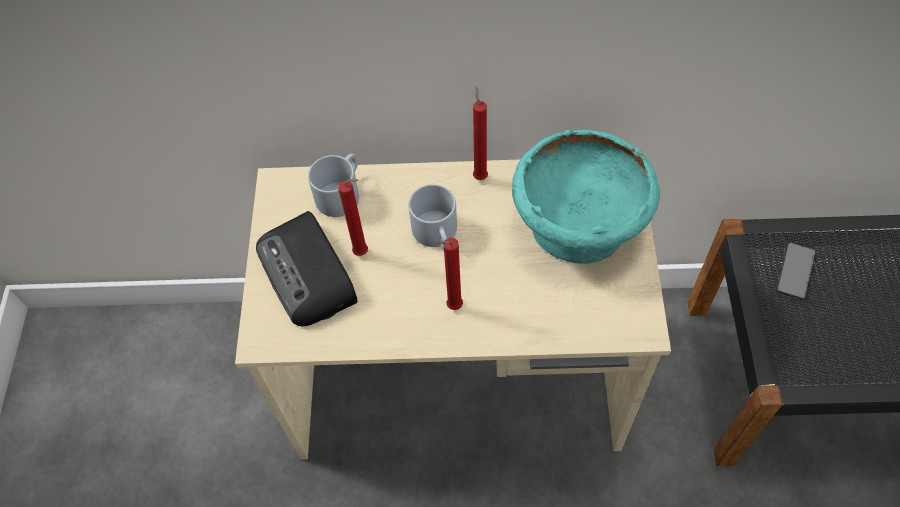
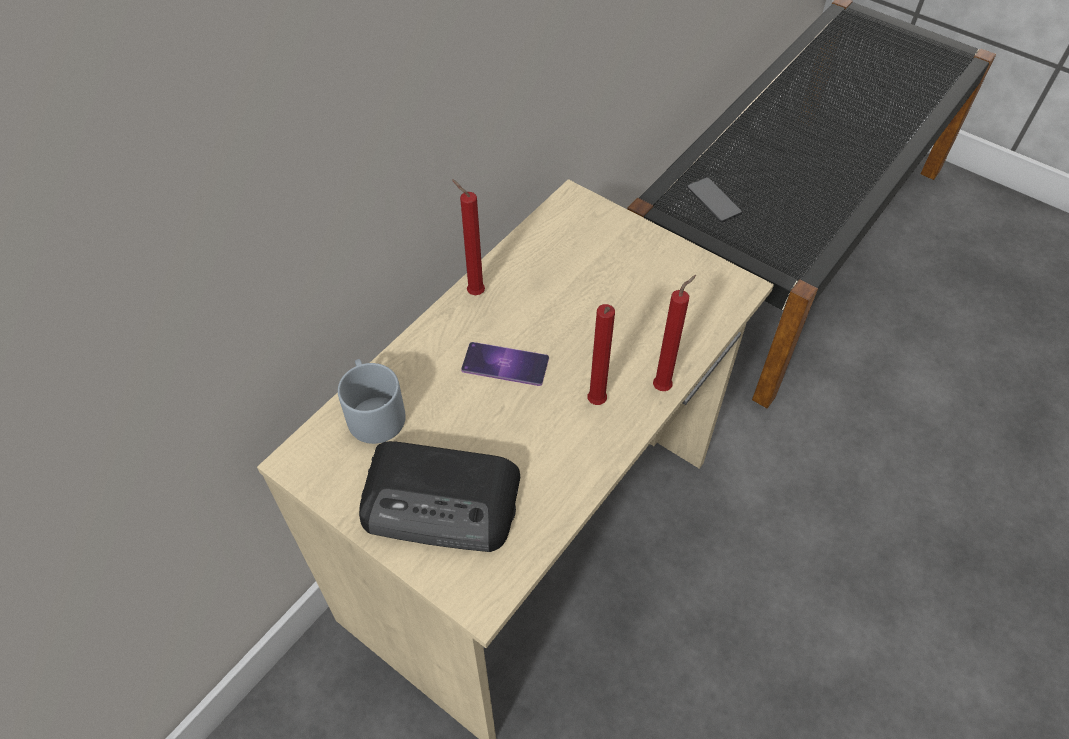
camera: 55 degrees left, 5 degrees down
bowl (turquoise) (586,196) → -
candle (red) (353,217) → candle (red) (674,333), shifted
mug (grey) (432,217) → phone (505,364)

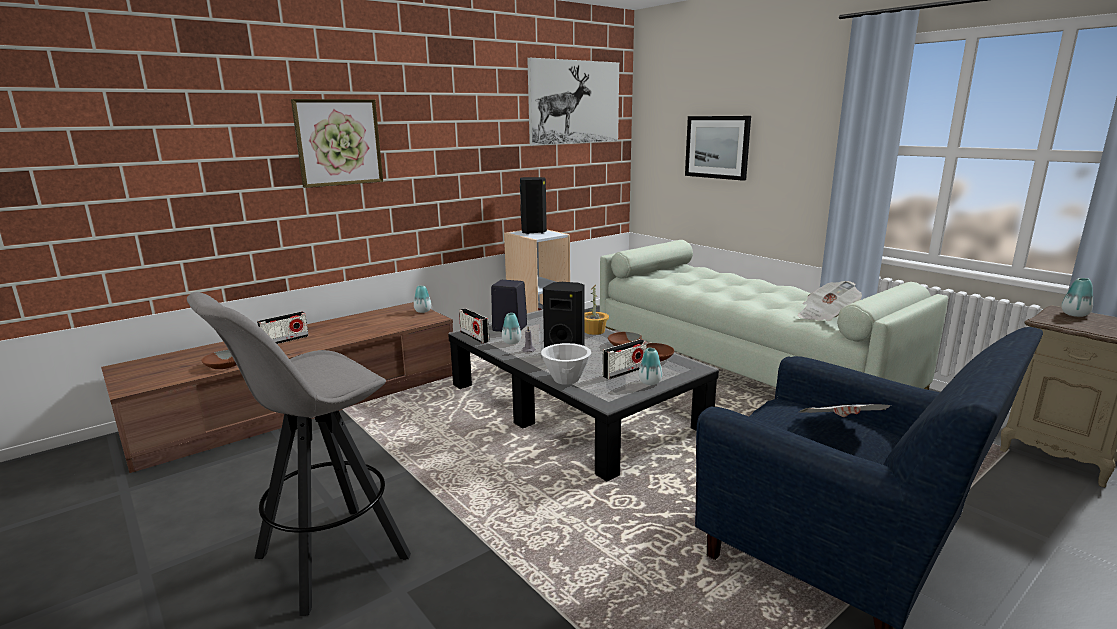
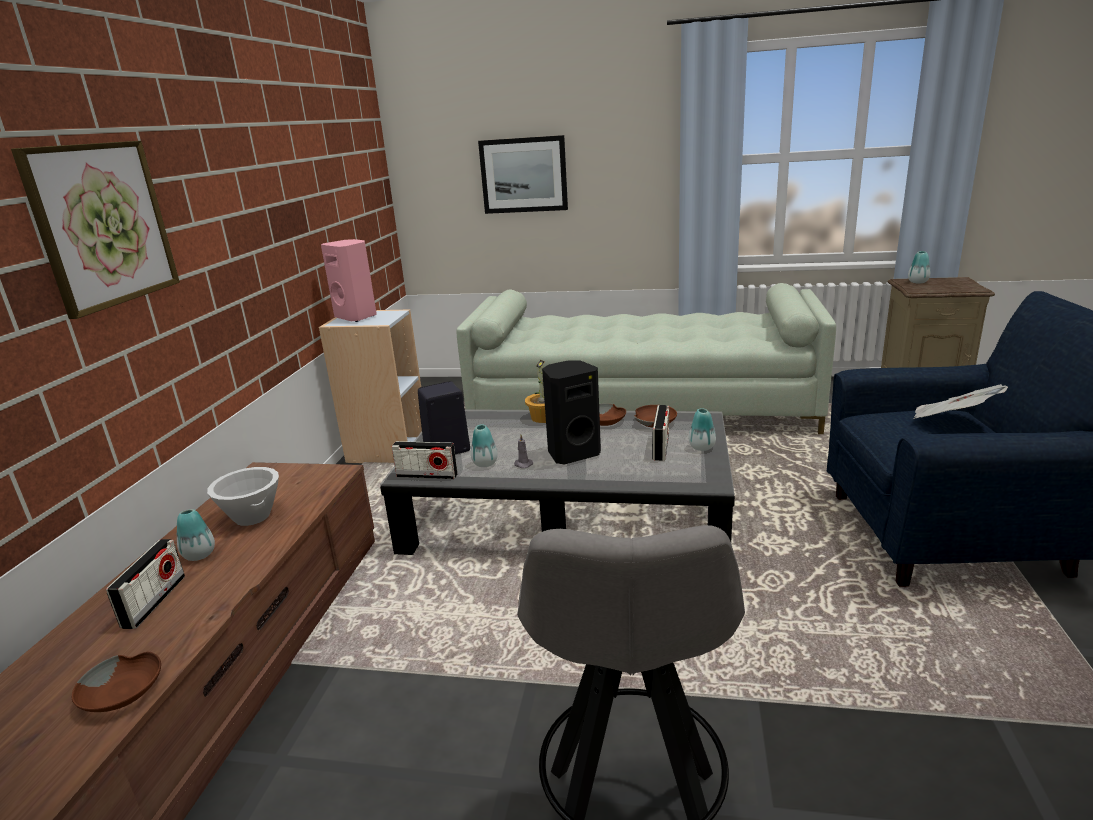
camera: 40 degrees left, 5 degrees up
picture (573,101) → -
newspaper (830,301) → -
vase (422,299) → vase (196,535), shifted
bowl (white) (566,364) → bowl (white) (243,496), shifted
speaker (black) (533,205) → speaker (pink) (348,280)

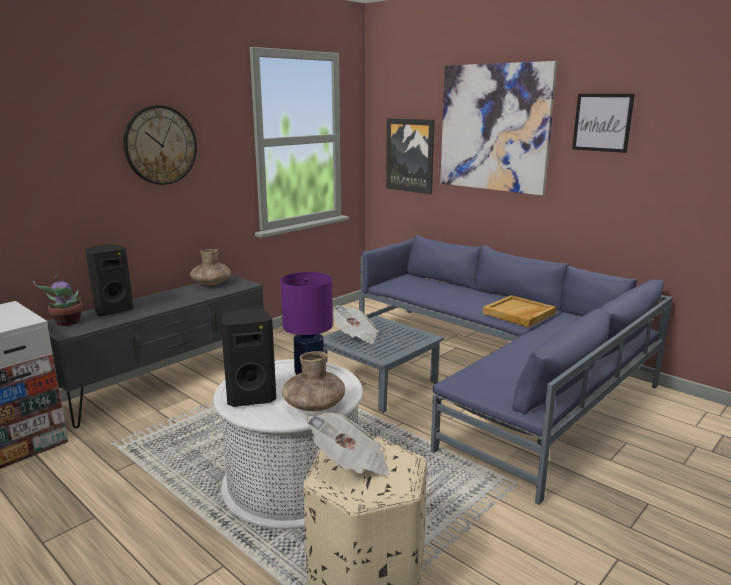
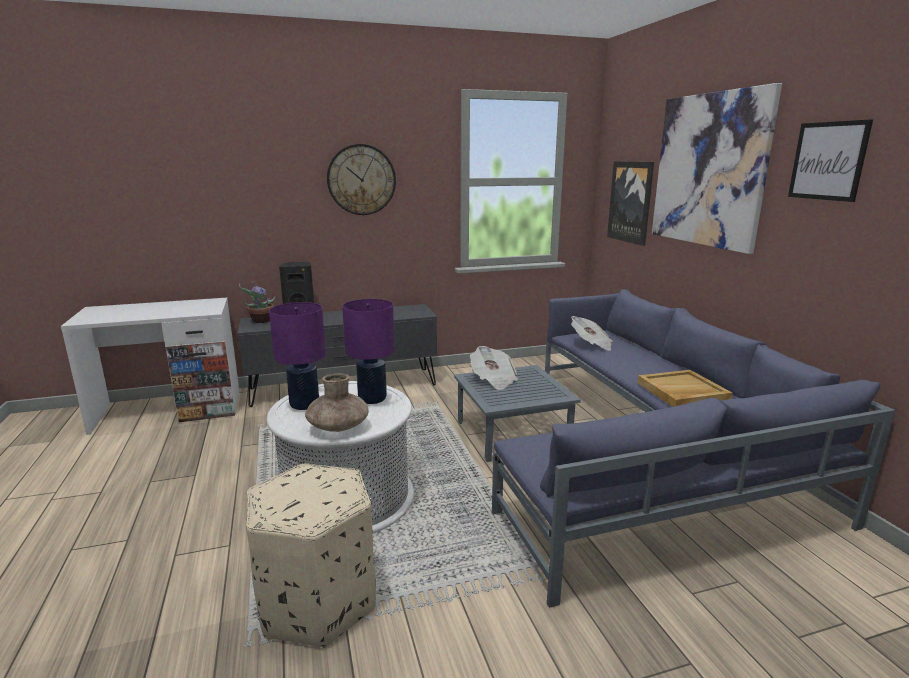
camera: 30 degrees right, 0 degrees up
vase (brown) (210,267) → -
newspaper (348,444) → newspaper (592,333), shifted
speaker (black) (248,357) → table lamp (purple) (297,356)

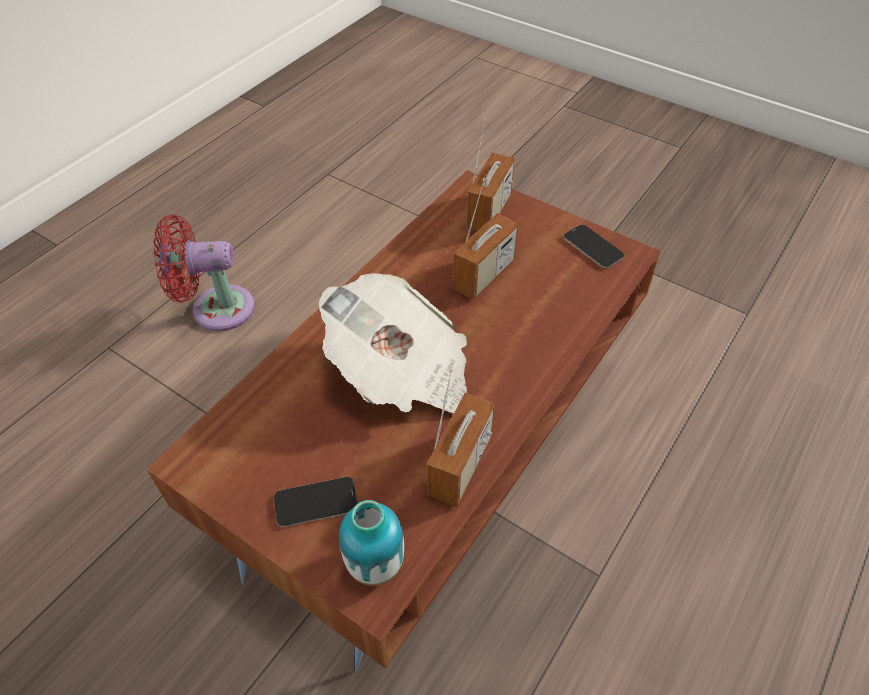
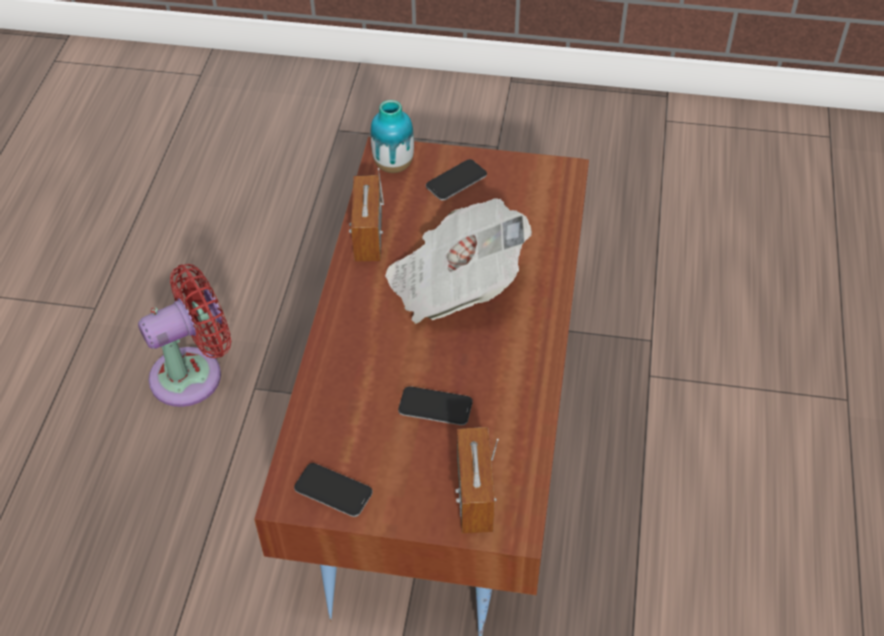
camera: 155 degrees right, 0 degrees up
fan (red) (204,272) → fan (red) (184,335), shifted
radio (486,238) → phone (435,405)

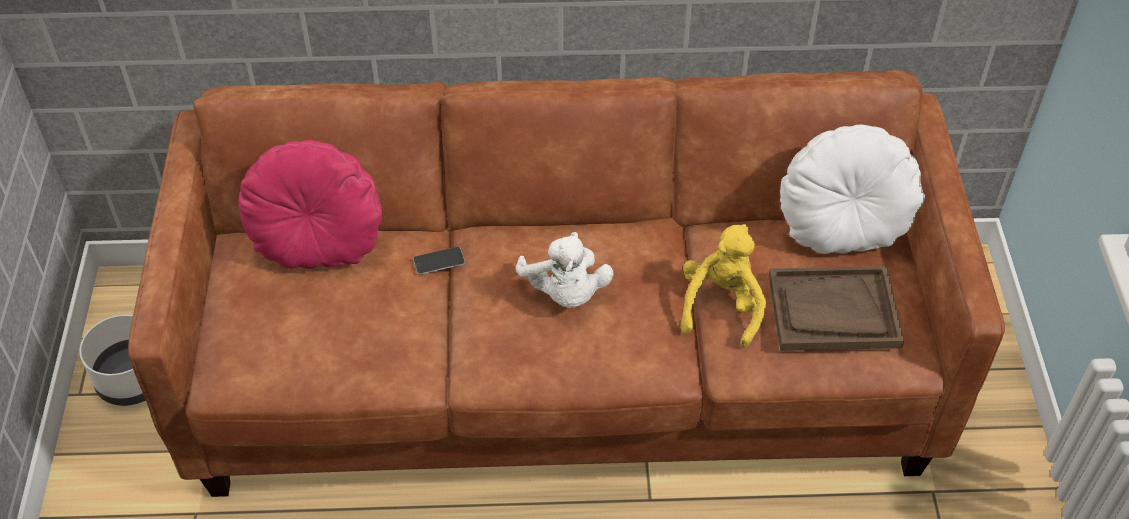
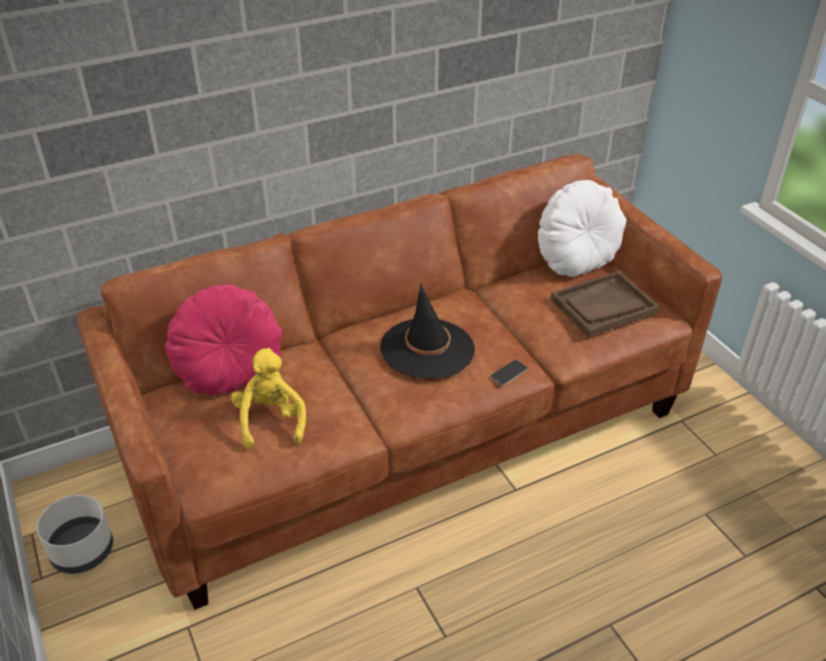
camera: 25 degrees left, 10 degrees down
phone (439,261) → phone (509,372), shifted
plush toy (yellow) (723,286) → plush toy (yellow) (268,398), shifted
plush toy (white) (565,270) → hat (black) (427,331)

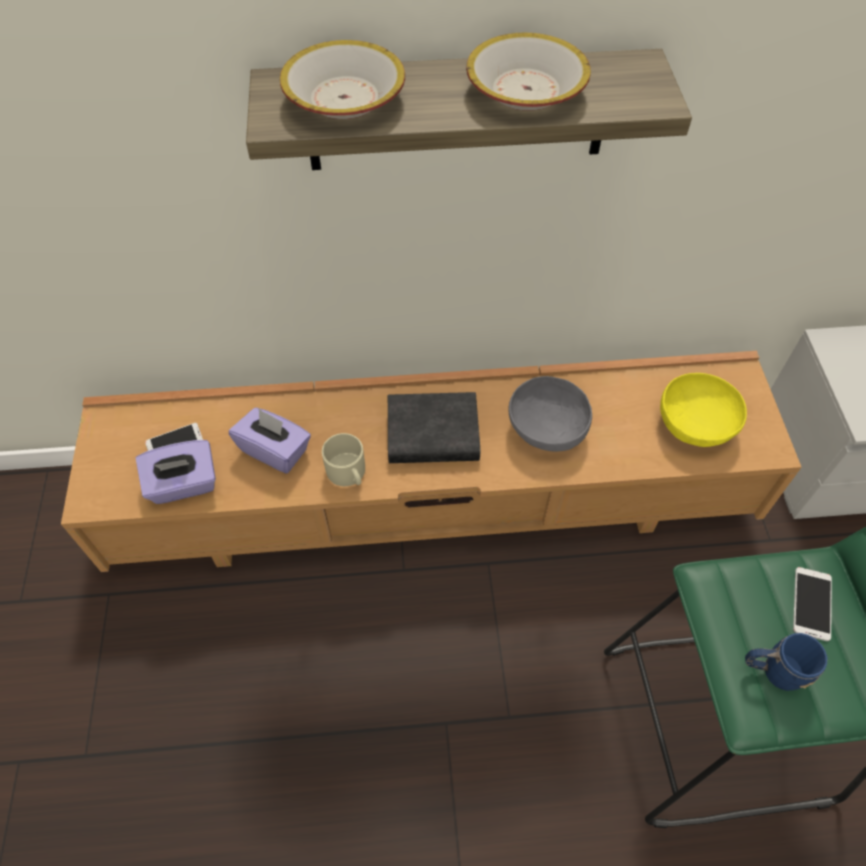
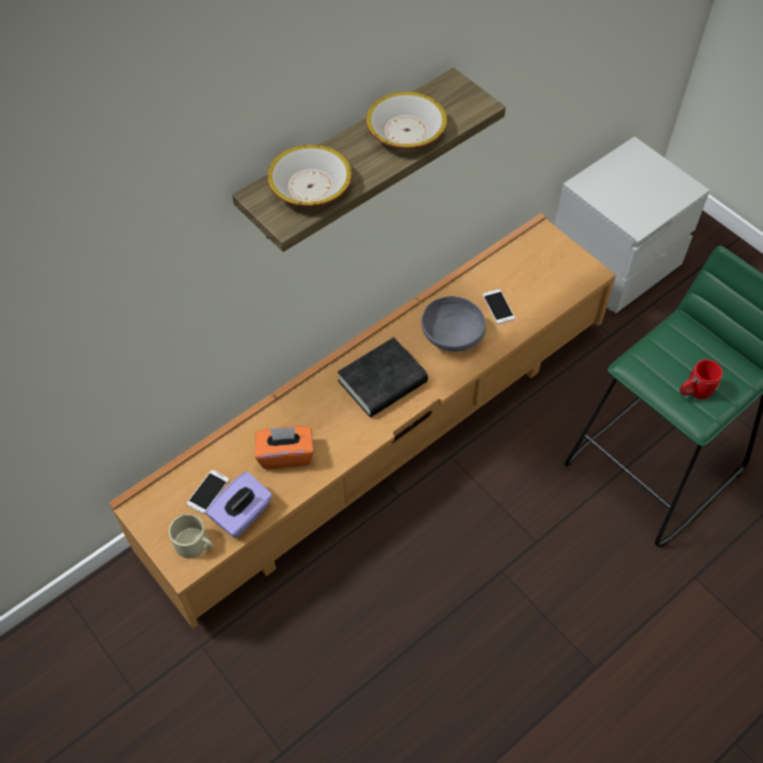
camera: 35 degrees left, 0 degrees up
bowl (yellow) (703,410) → -
mug (beige) (343,459) → mug (beige) (191,536), shifted
phone (812,604) → phone (499,306), shifted
tissue box (purple) (270,441) → tissue box (orange) (284,447)
mug (blue) (786,662) → mug (red) (701,379)

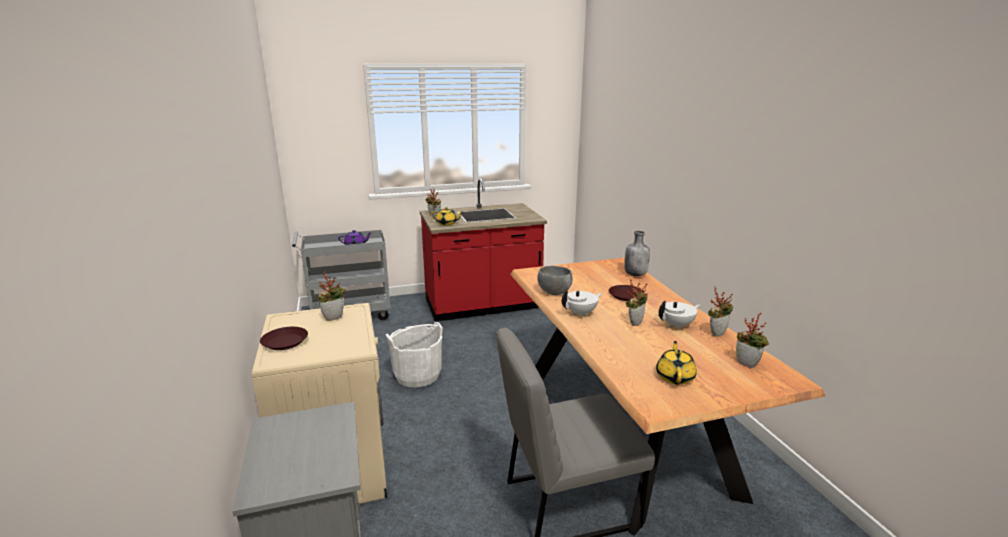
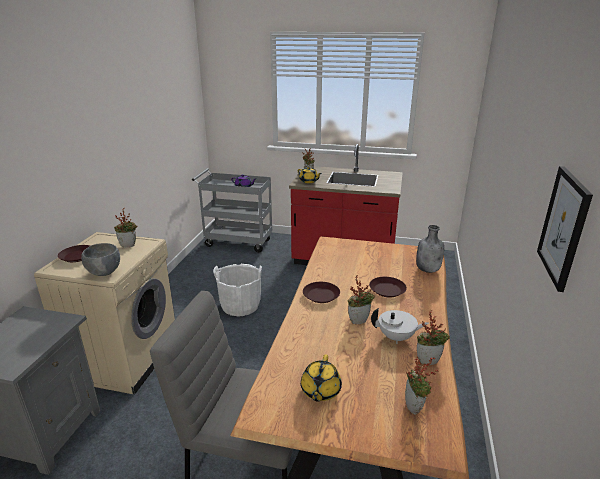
camera: 30 degrees right, 5 degrees up
- → picture (565,229)
bowl (grey) (555,280) → bowl (grey) (100,259), shifted
teapot (white) (582,303) → plate (brown) (321,292)
teapot (yellow) (676,363) → teapot (yellow) (321,378), 150 degrees clockwise

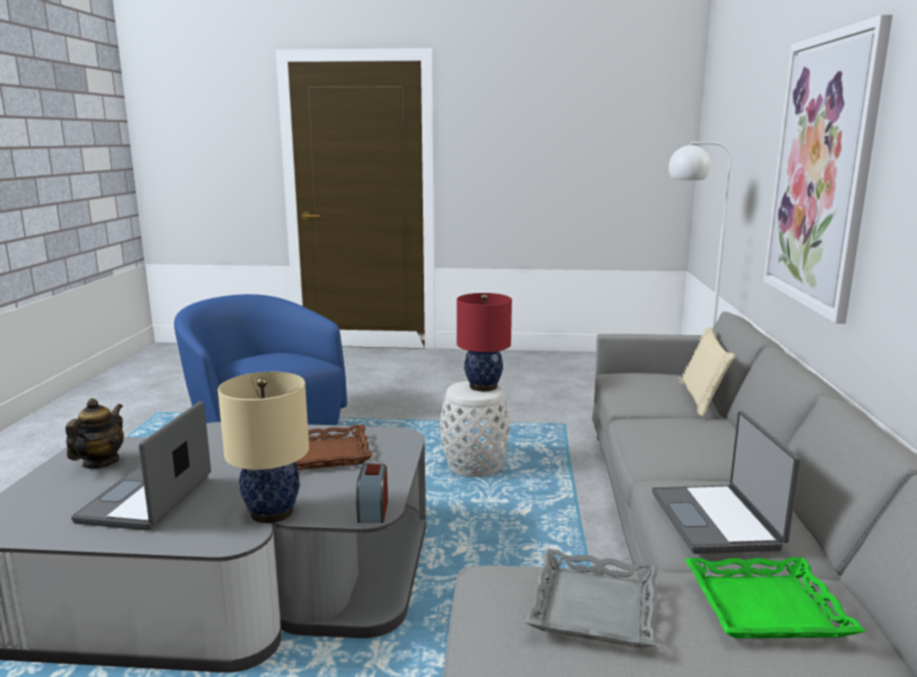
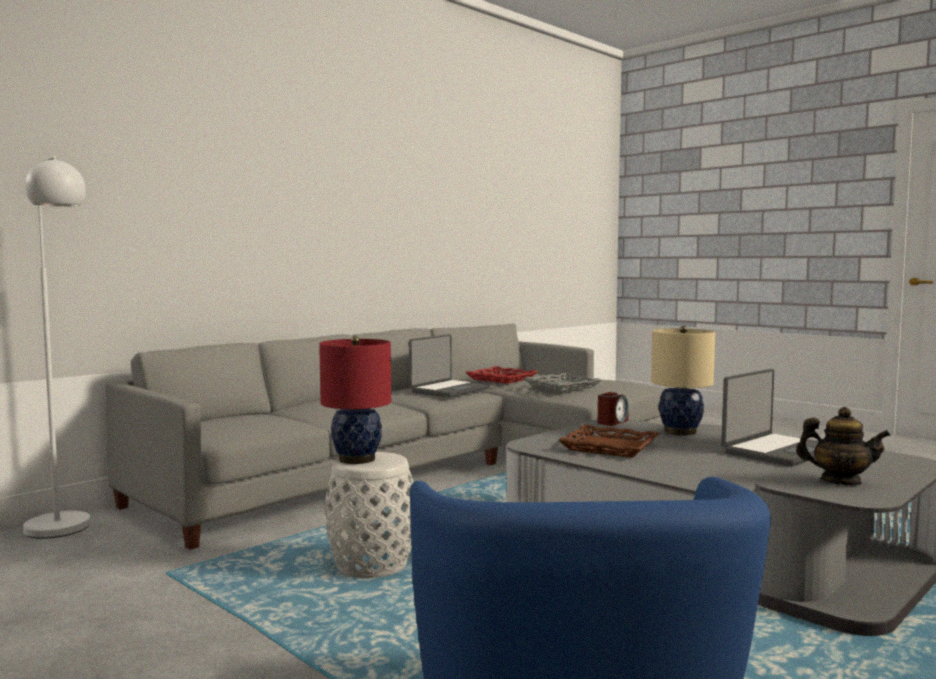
camera: 140 degrees left, 10 degrees down
pillow (beige) (707,372) → -
picture (828,169) → -
tray (green) (775,598) → tray (red) (501,375)
teapot (94,433) → teapot (843,446), 120 degrees counterclockwise

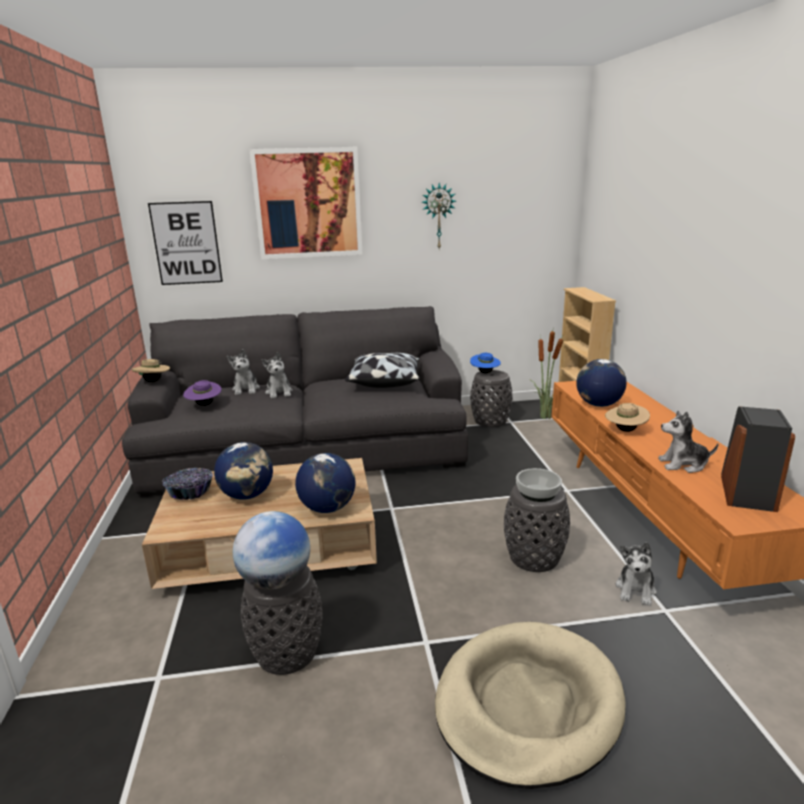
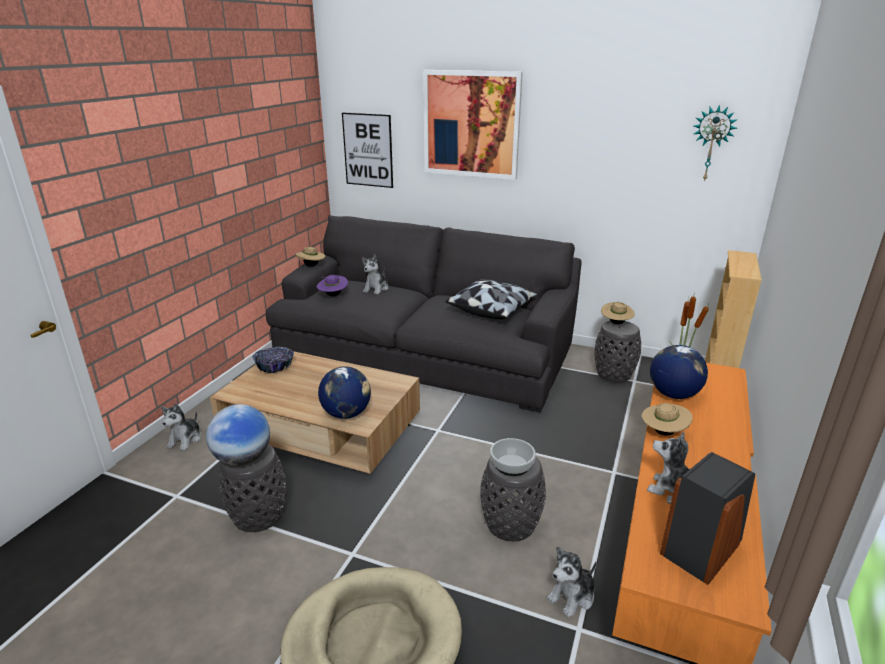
camera: 30 degrees right, 5 degrees up
globe (243,471) → -
plush toy (277,375) → plush toy (181,427), shifted
wall clock (439,216) → wall clock (716,143), shifted
hat (blue) (485,363) → hat (beige) (618,313)

